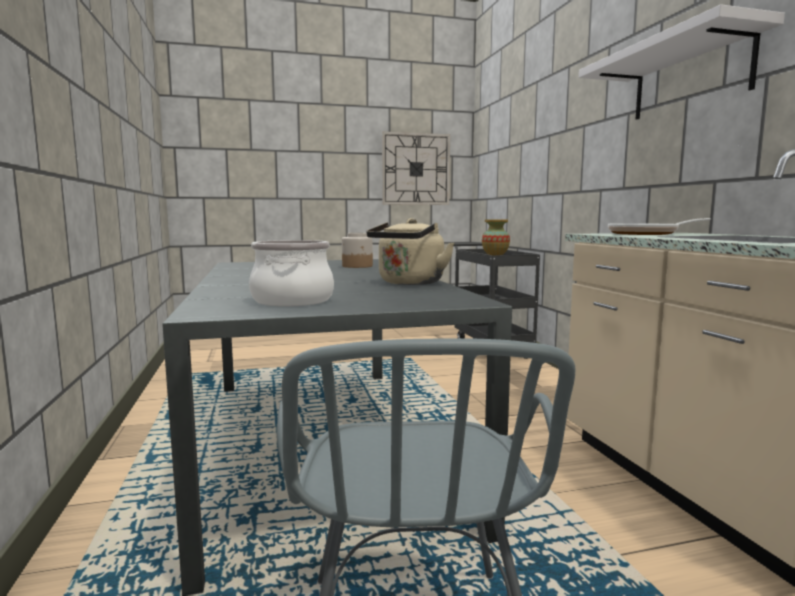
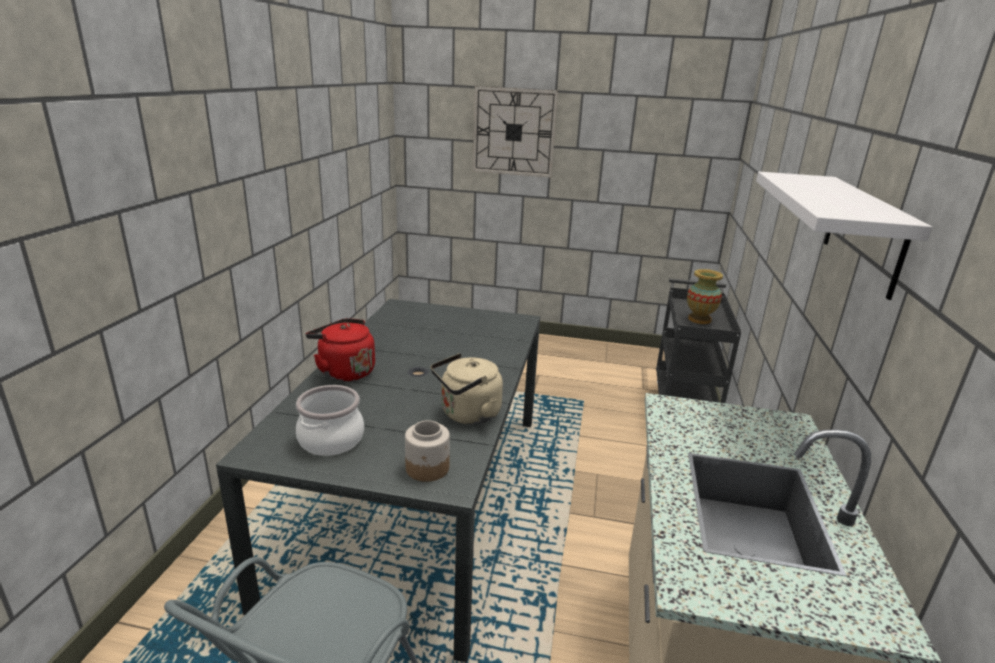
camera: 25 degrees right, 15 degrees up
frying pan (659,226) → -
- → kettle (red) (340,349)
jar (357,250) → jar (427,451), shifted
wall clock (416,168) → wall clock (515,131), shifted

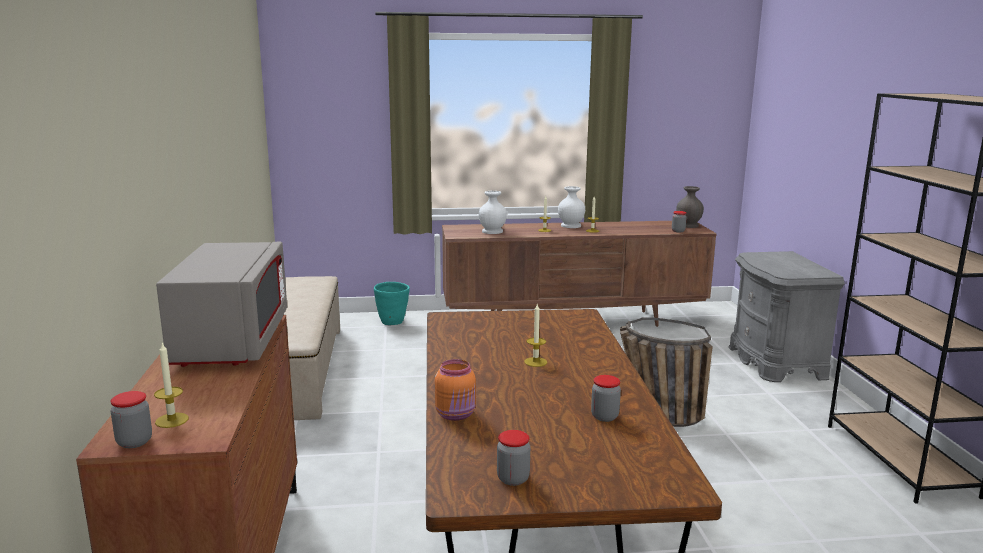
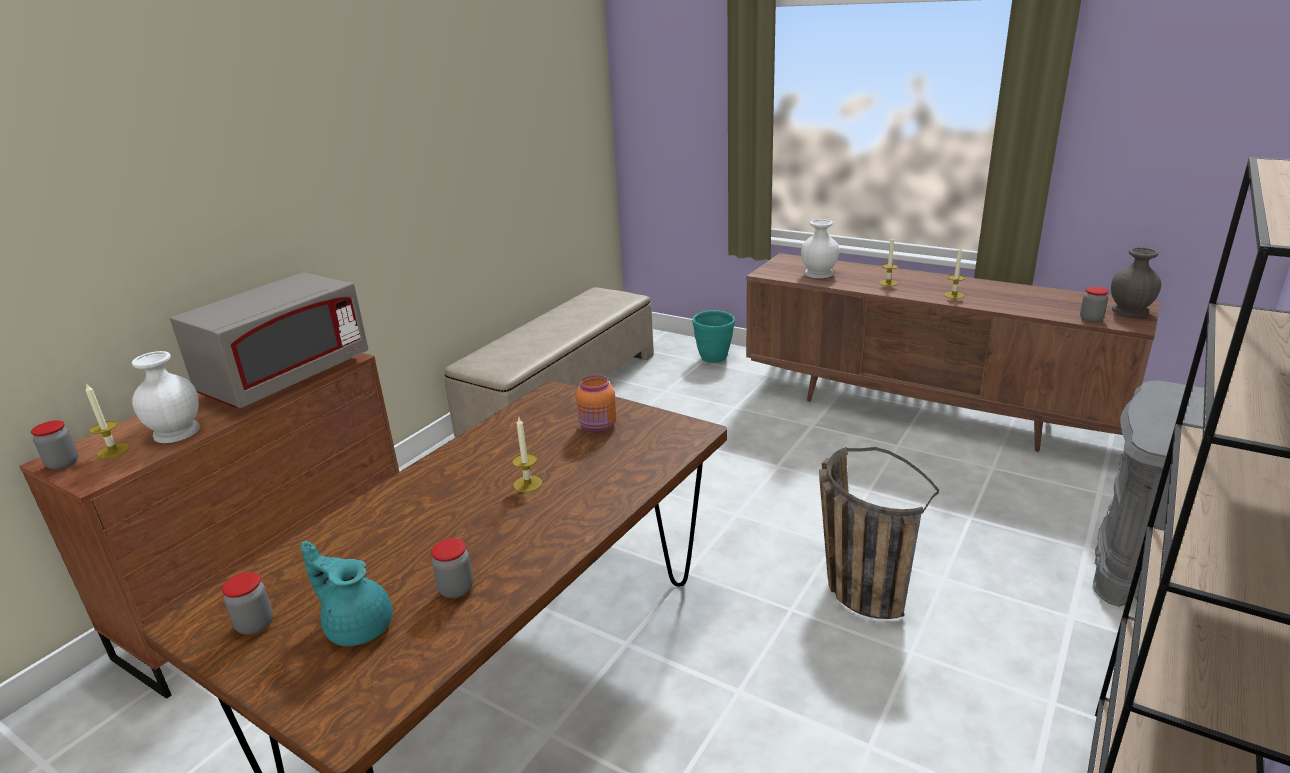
camera: 40 degrees right, 10 degrees up
- → teapot (turquoise) (347,593)
jar (orange) (455,390) → jar (orange) (596,404), shifted
vase (white) (571,207) → vase (white) (166,397), shifted

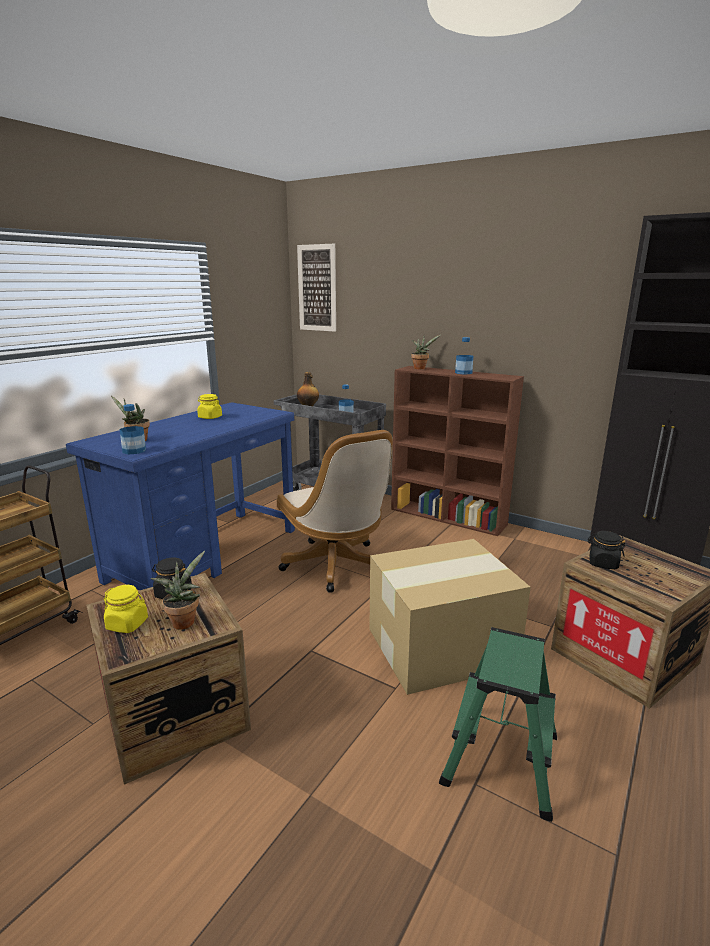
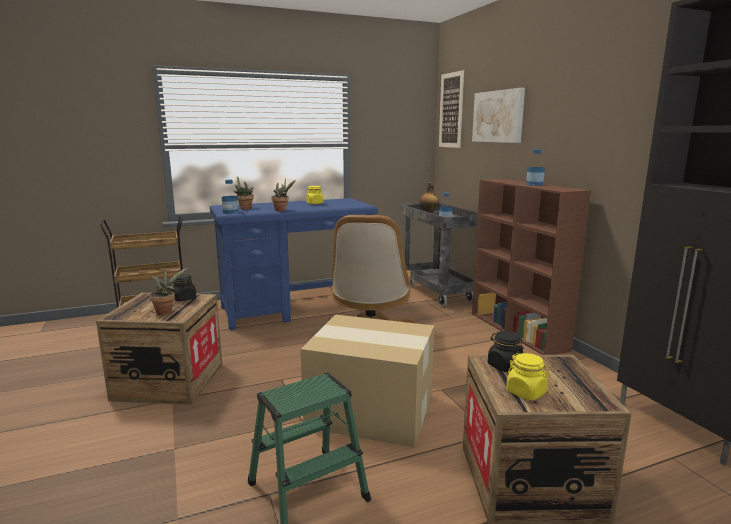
camera: 35 degrees right, 5 degrees down
- → picture (498,115)
jar (yellow) (126,609) → jar (yellow) (528,376), shifted
potted plant (426,351) → potted plant (283,195), shifted

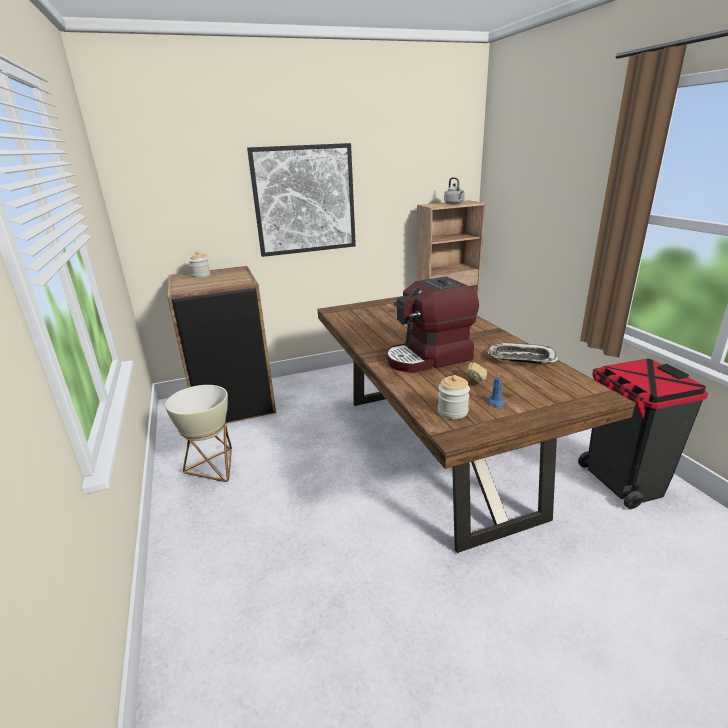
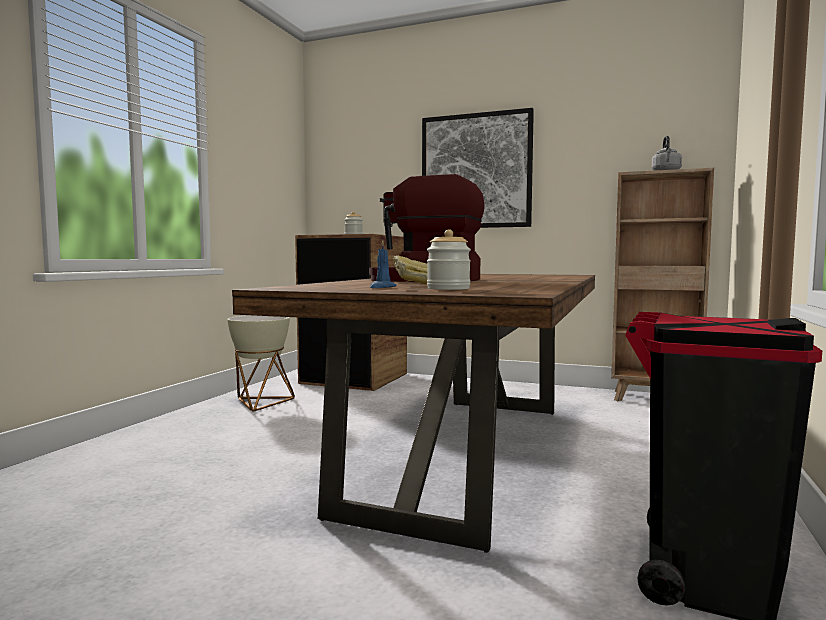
camera: 40 degrees right, 20 degrees down
tray (522,353) → -
jar (454,397) → jar (449,259), shifted

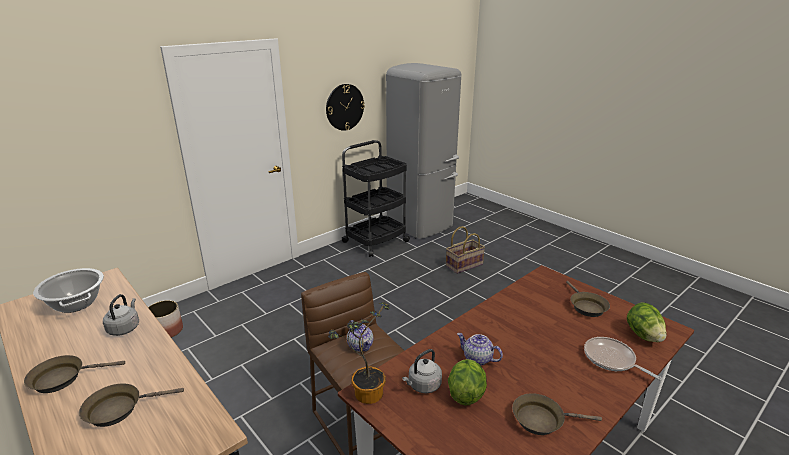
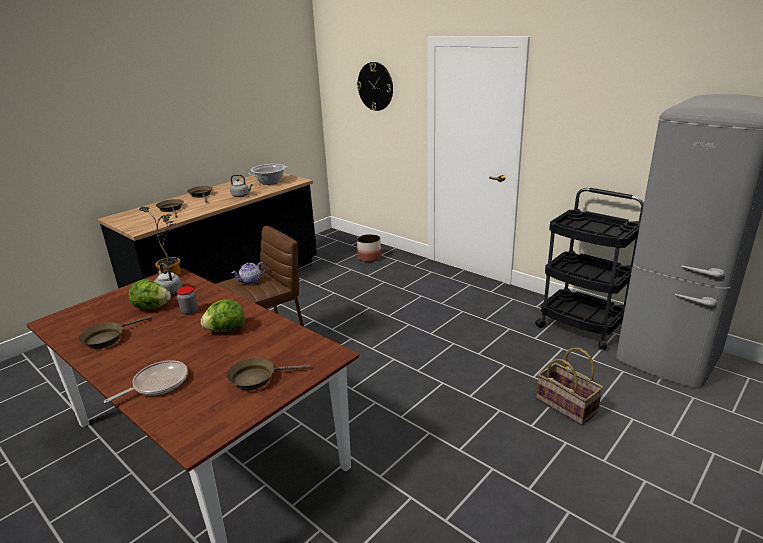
camera: 85 degrees right, 0 degrees up
wall clock (345,107) → wall clock (375,86), shifted
lettuce (647,322) → lettuce (223,315), shifted
teapot (480,349) → jar (187,300)
frying pan (brown) (557,414) → frying pan (brown) (114,332), 135 degrees counterclockwise

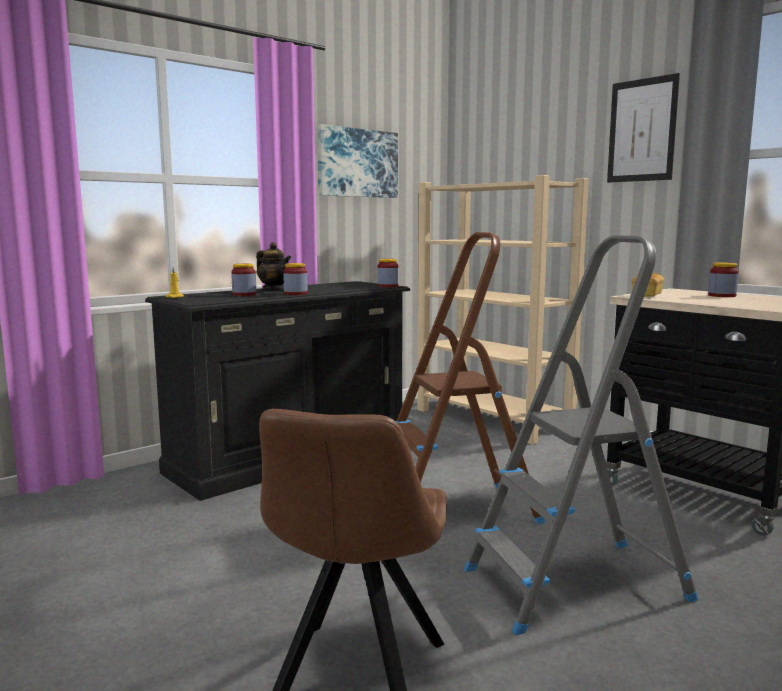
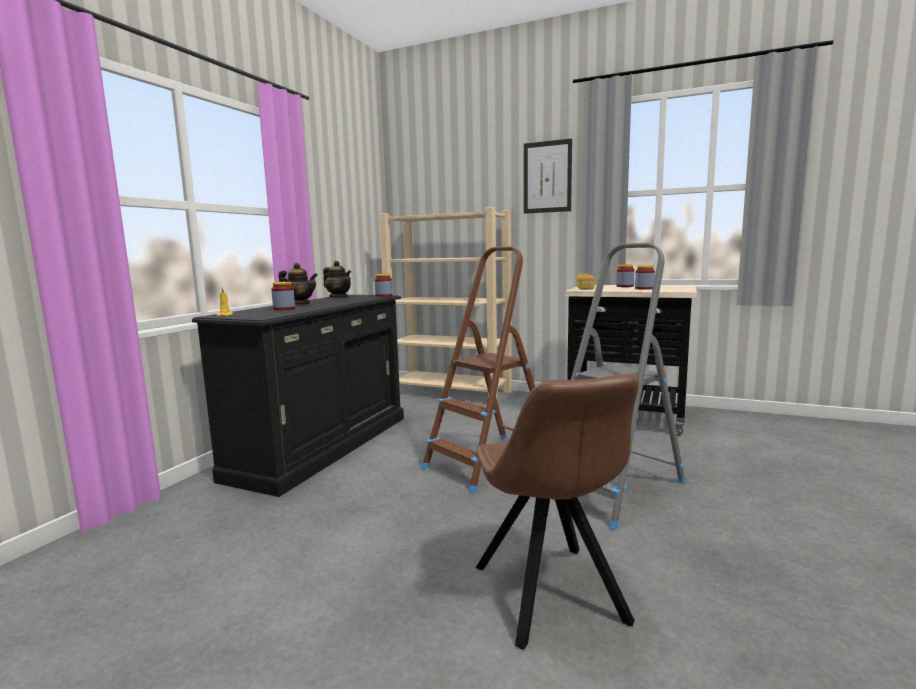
camera: 25 degrees left, 0 degrees up
picture (357,161) → -
- → teapot (337,279)
jar (295,279) → jar (645,277), shifted

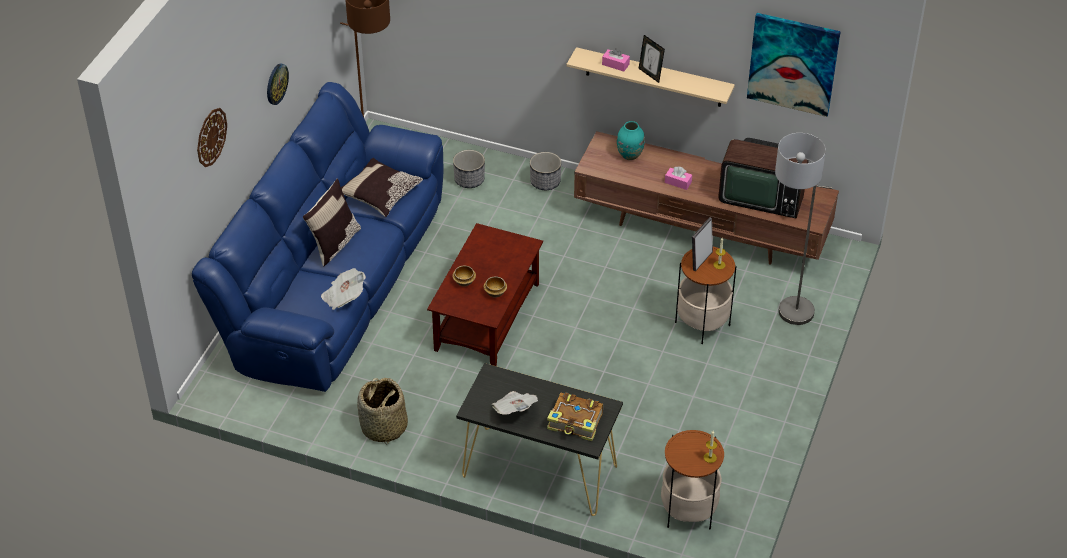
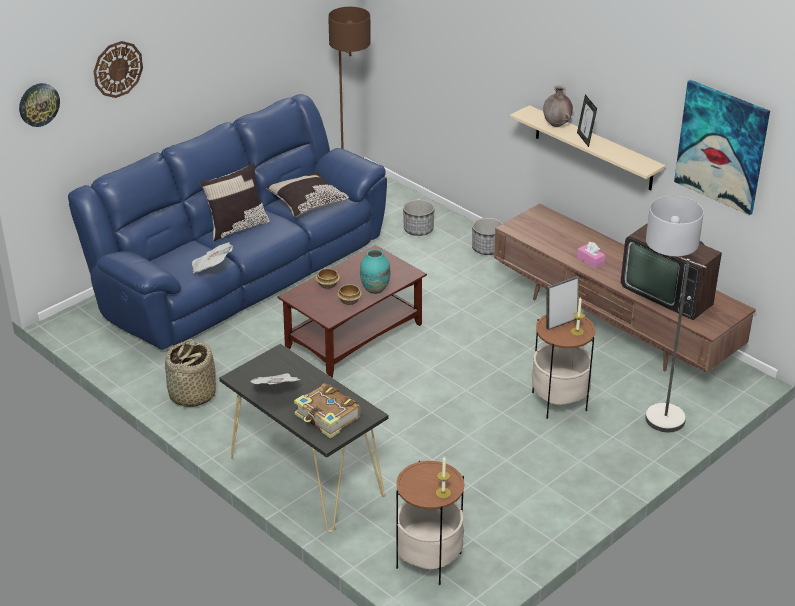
camera: 25 degrees right, 10 degrees down
wall clock (278,84) → wall clock (39,105), shifted
vase (turquoise) (631,140) → vase (turquoise) (375,271), shifted
tissue box (pink) (616,60) → vase (brown) (558,106)

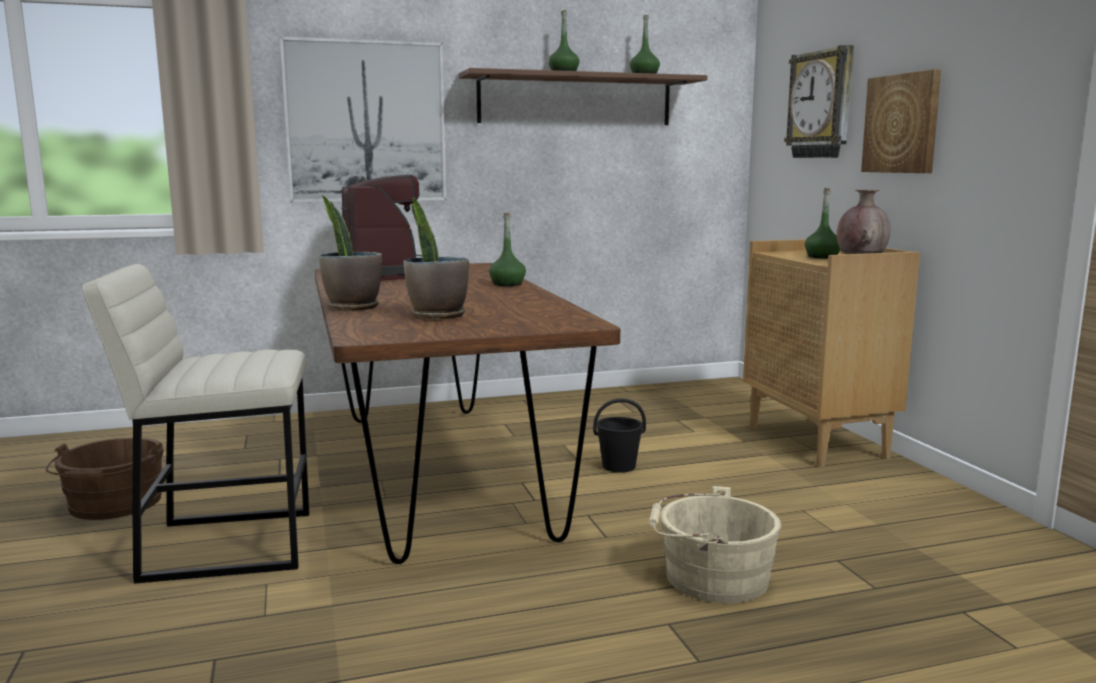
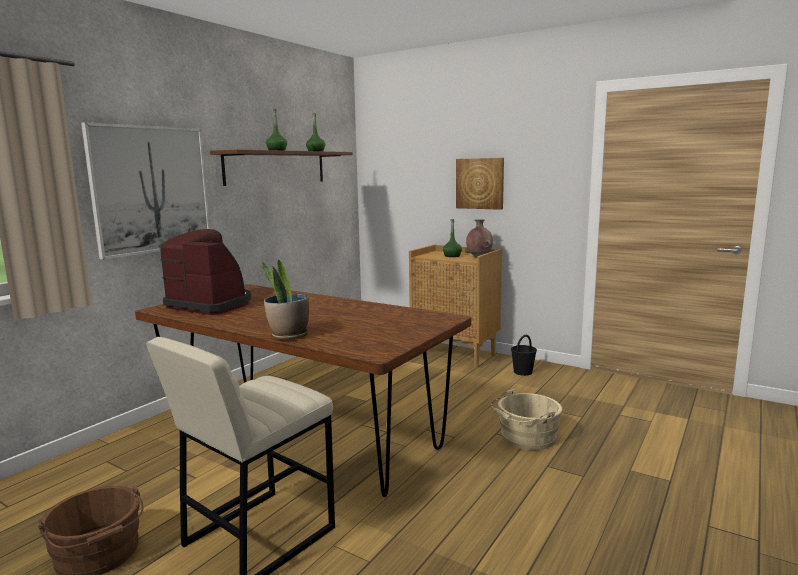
camera: 40 degrees left, 0 degrees up
potted plant (436,258) → -
bottle (green) (507,249) → -
wall clock (819,101) → -
bucket (black) (619,435) → bucket (black) (524,355), shifted

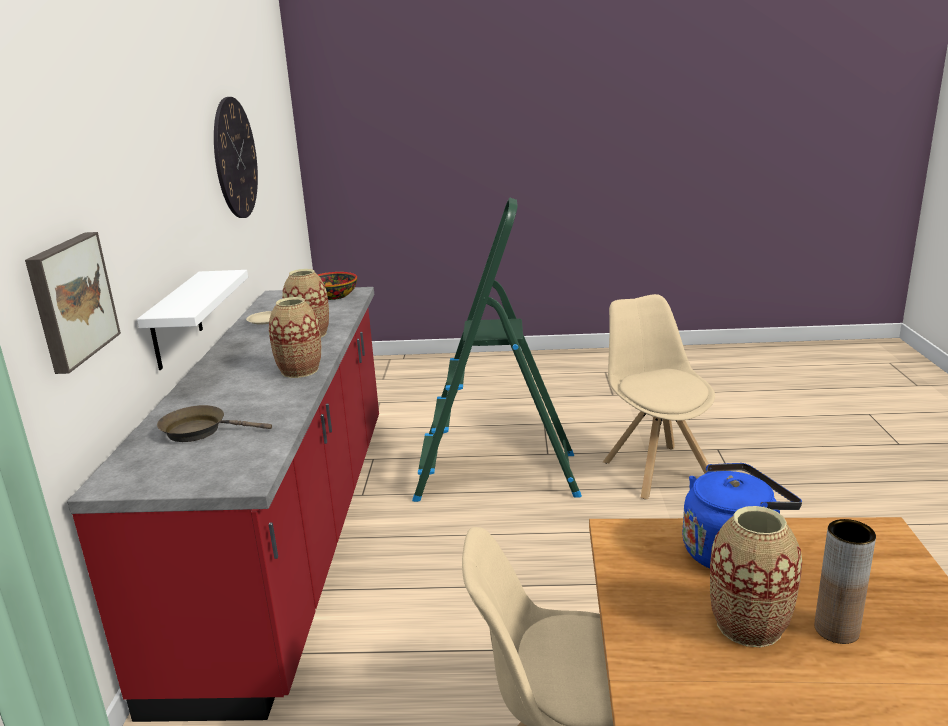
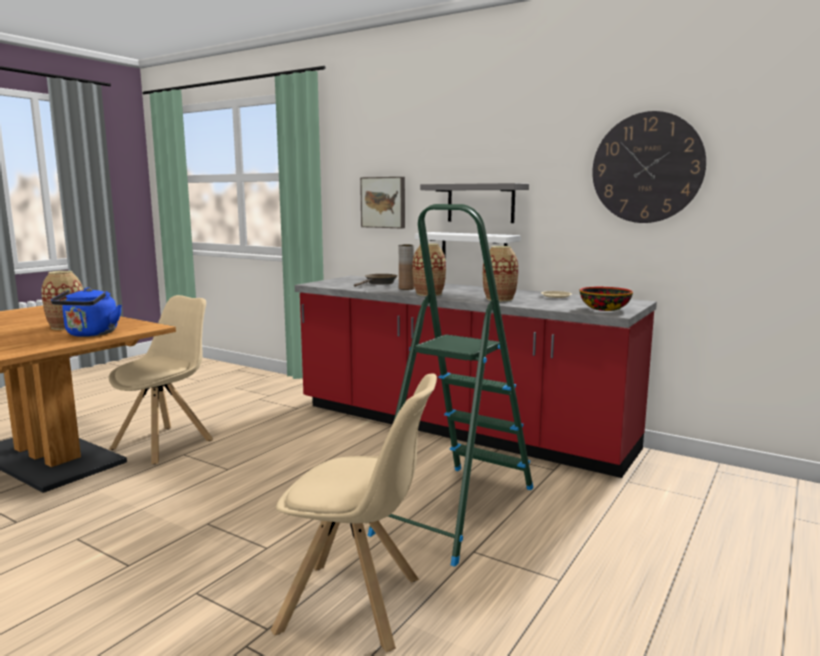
camera: 120 degrees right, 10 degrees down
- → shelf (grey) (474,203)
vase (brown) (845,581) → vase (brown) (406,267), shifted

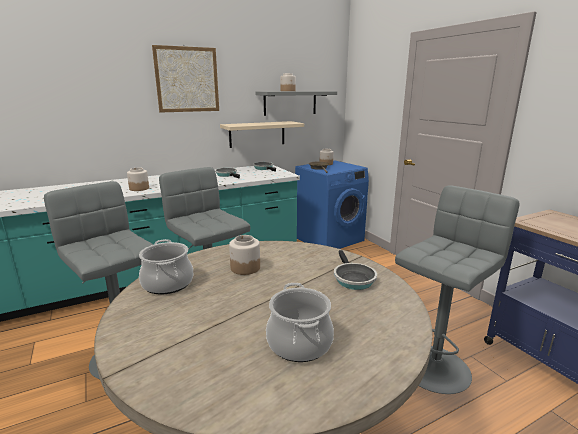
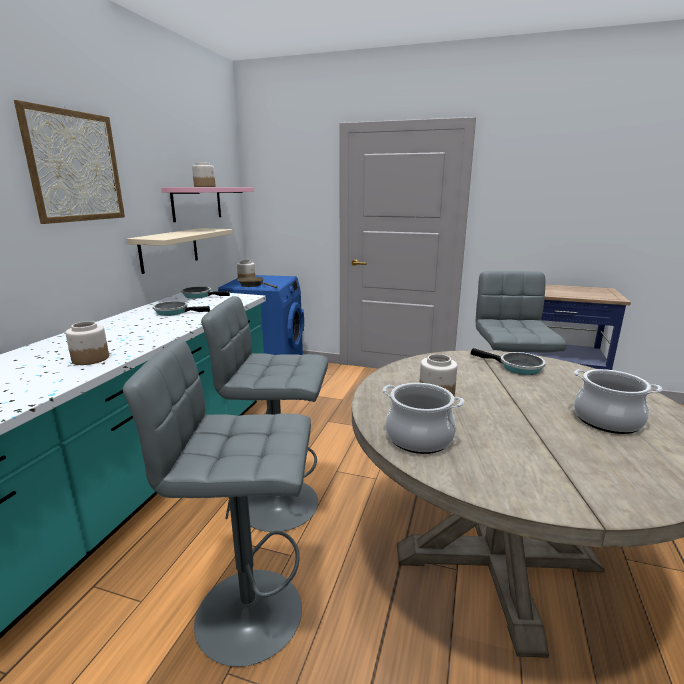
camera: 45 degrees left, 0 degrees up
shelf (grey) (296,103) → shelf (pink) (207,204)

